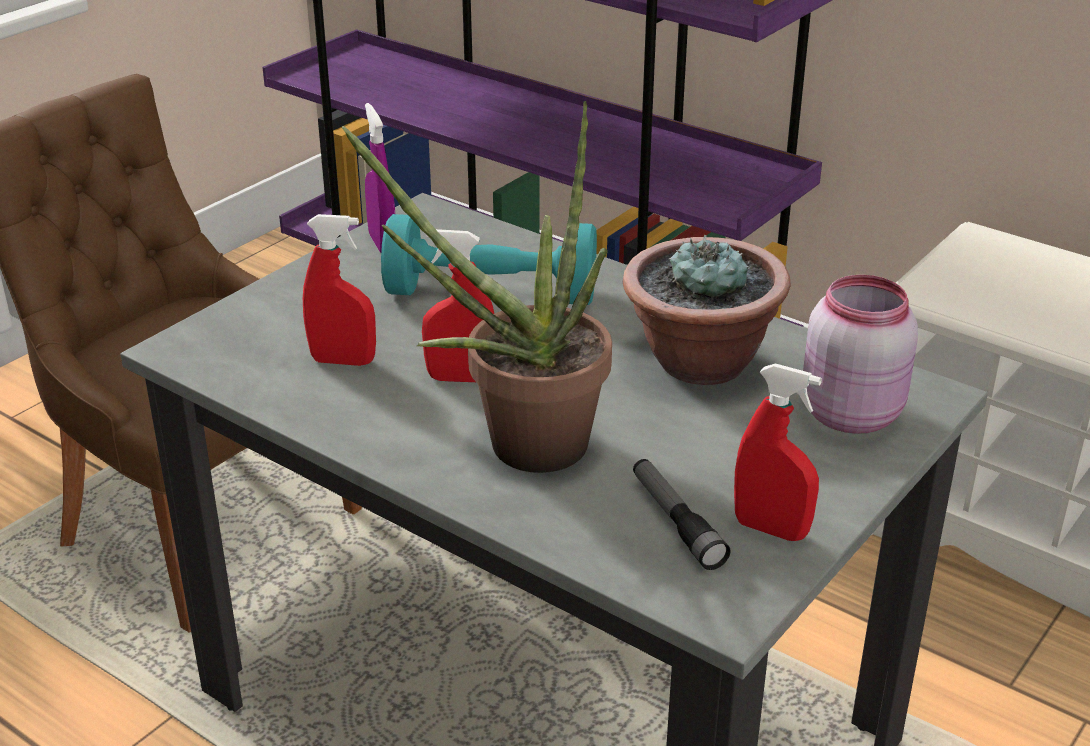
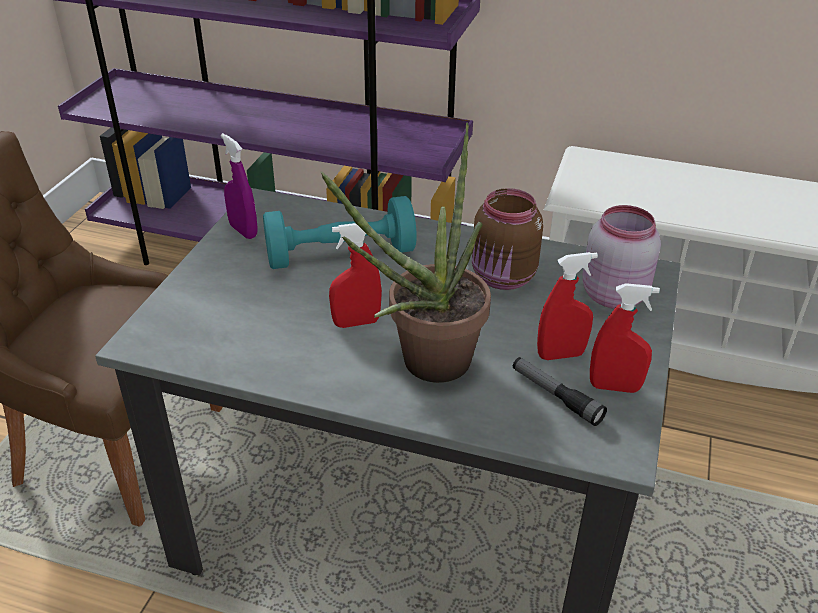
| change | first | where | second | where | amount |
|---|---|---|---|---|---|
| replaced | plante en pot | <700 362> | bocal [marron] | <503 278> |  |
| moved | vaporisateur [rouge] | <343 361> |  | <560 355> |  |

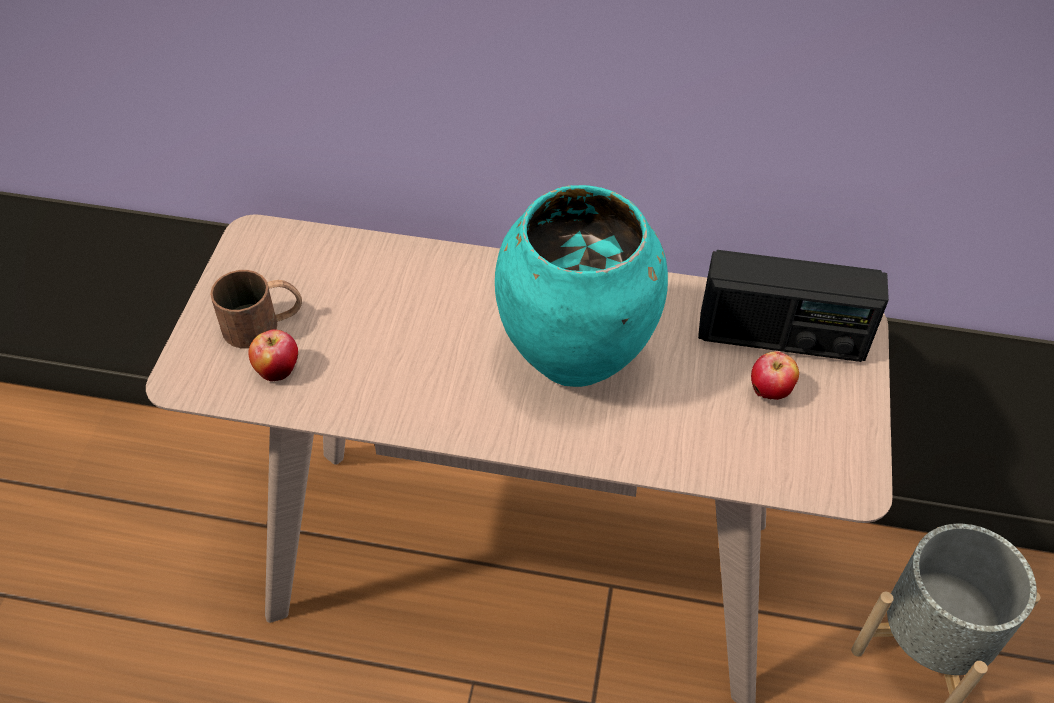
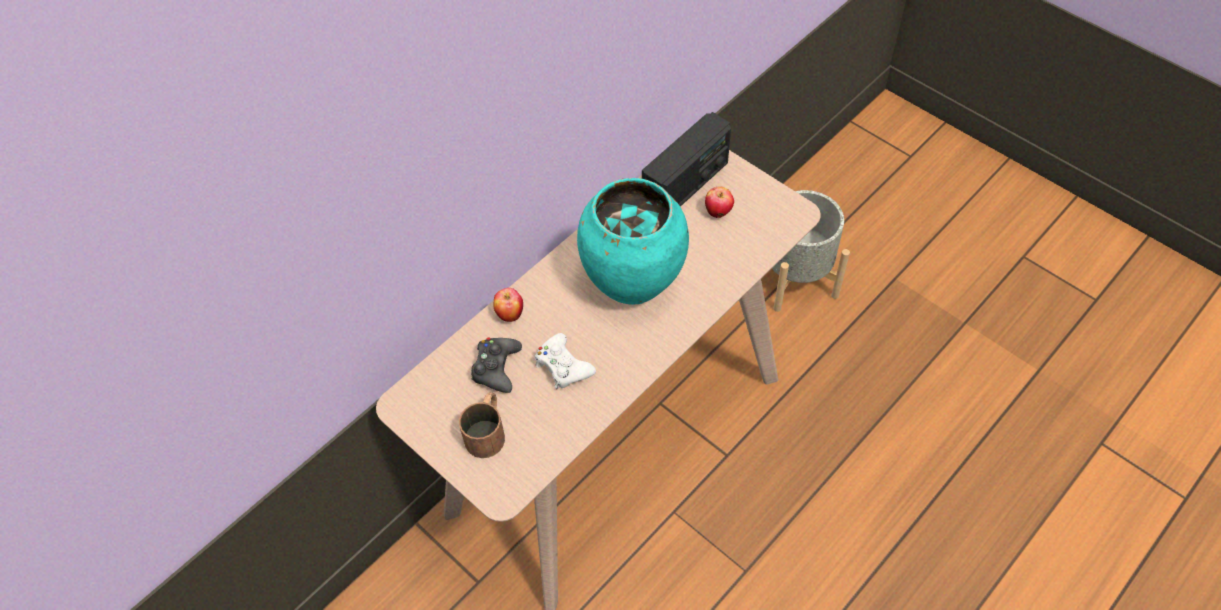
| change | first | where | second | where | amount |
|---|---|---|---|---|---|
| added |  |  | manette [noir] | <496 368> |  |
| moved | pomme | <278 370> |  | <509 314> |  |
| added |  |  | manette [blanc] | <563 366> |  |

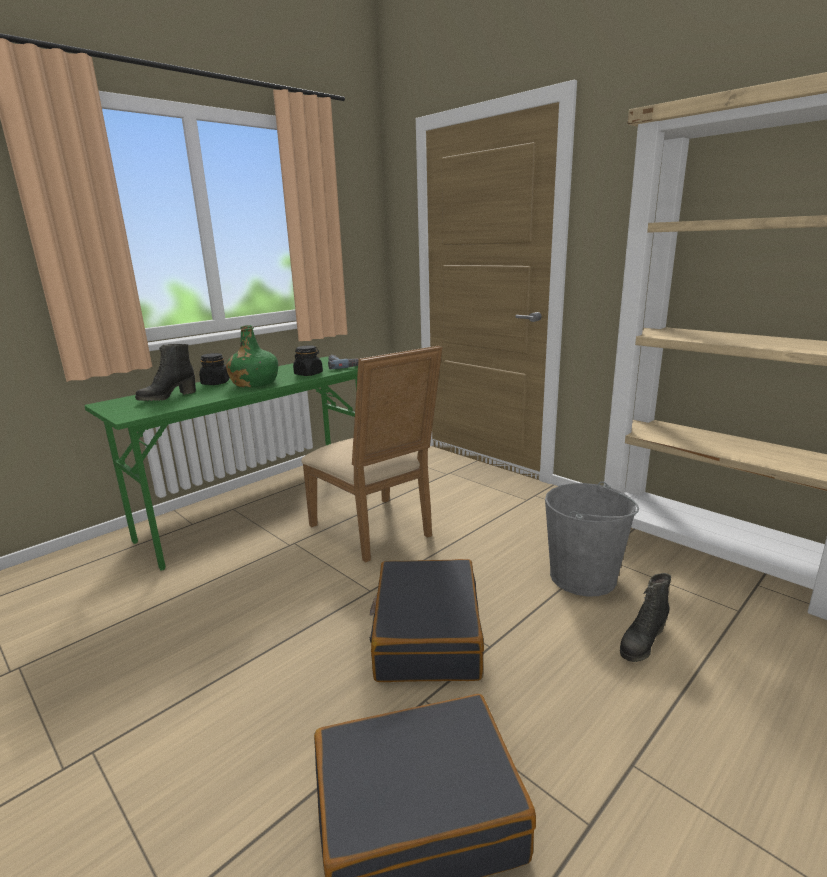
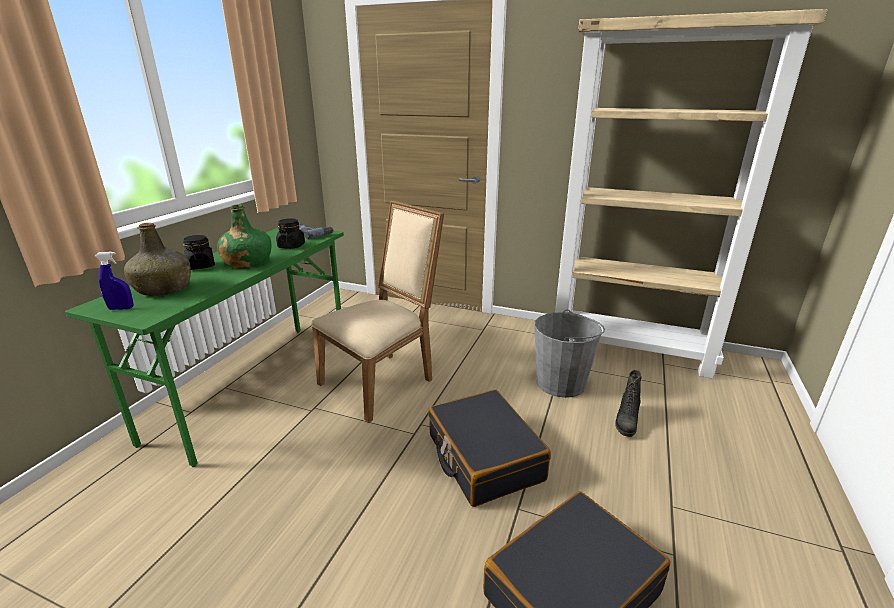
| change | first | where | second | where | amount |
|---|---|---|---|---|---|
| added |  |  | vaporisateur [bleu] | <121 308> |  |
| replaced | botte [noir] | <167 397> | bouteille [vert] | <164 289> |  |
| turned | chaise [beige] | <376 532> |  | <383 381> | 75 degrees counterclockwise |

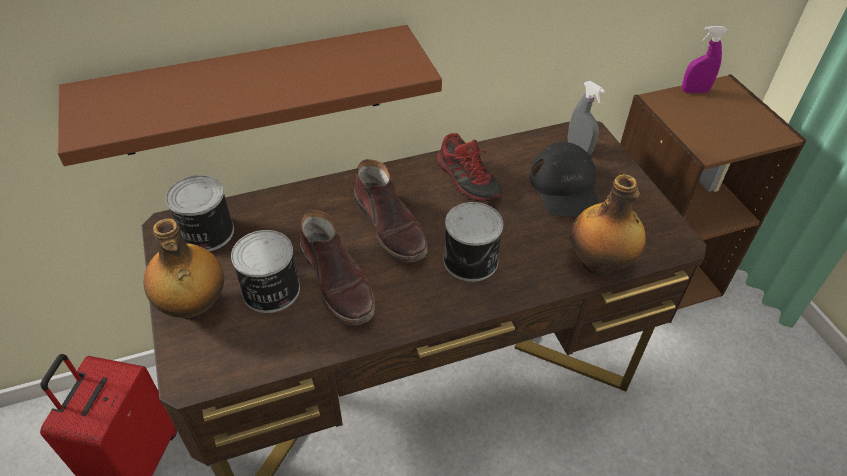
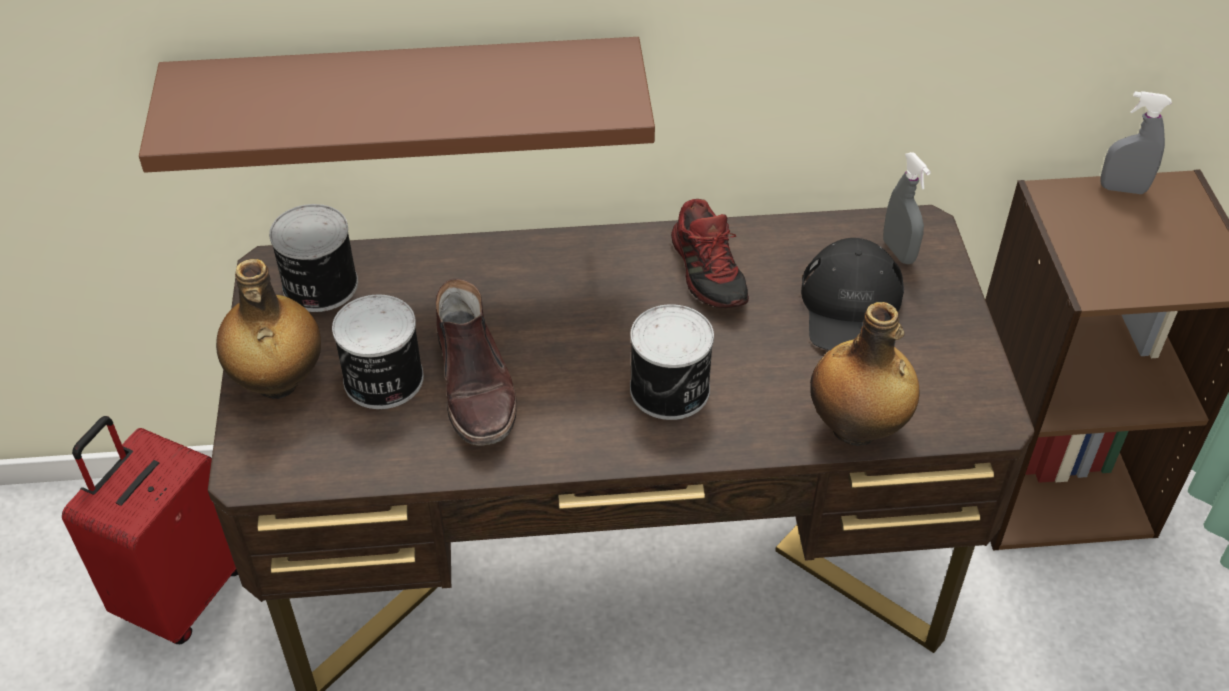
| change | first | where | second | where | amount |
|---|---|---|---|---|---|
| recoloured | vaporisateur [violet] | <694 91> | vaporisateur [gris] | <1122 189> |  |
| removed | botte [marron] | <391 227> |  |  |  |

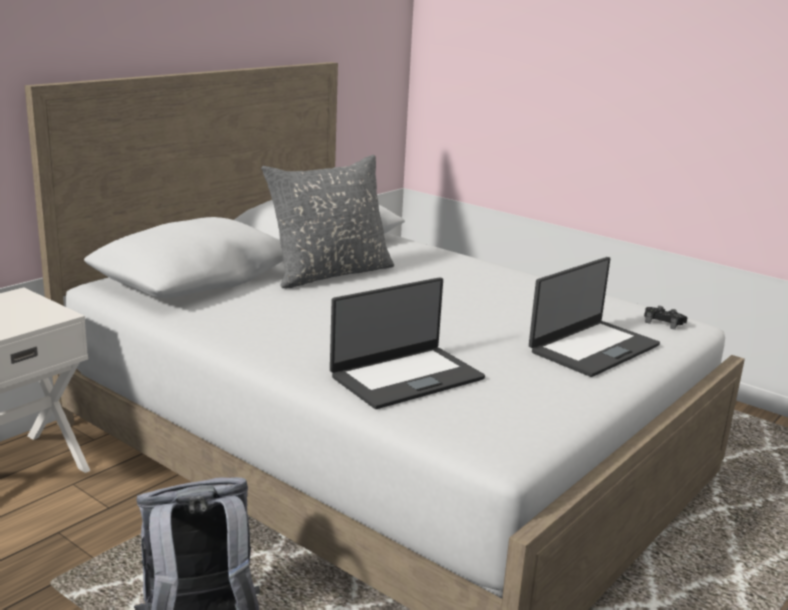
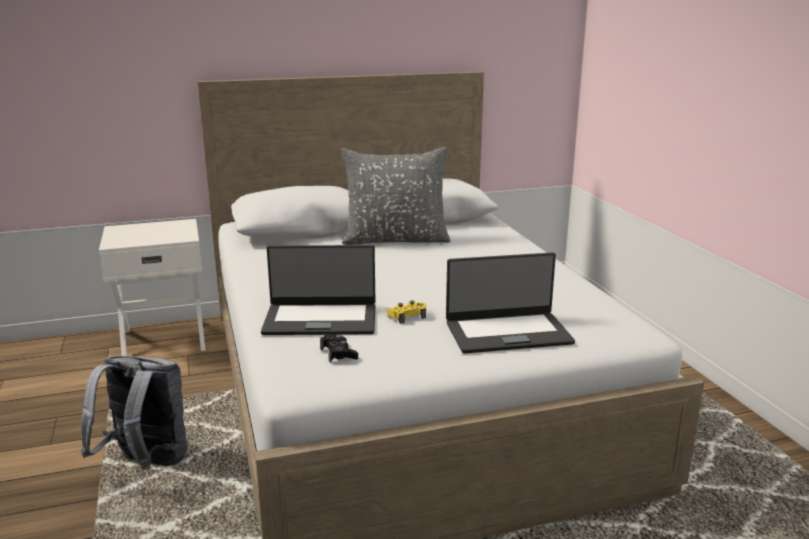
| change | first | where | second | where | amount |
|---|---|---|---|---|---|
| moved | manette [noir] | <664 322> |  | <338 353> |  |
| added |  |  | manette [jaune] | <407 316> |  |

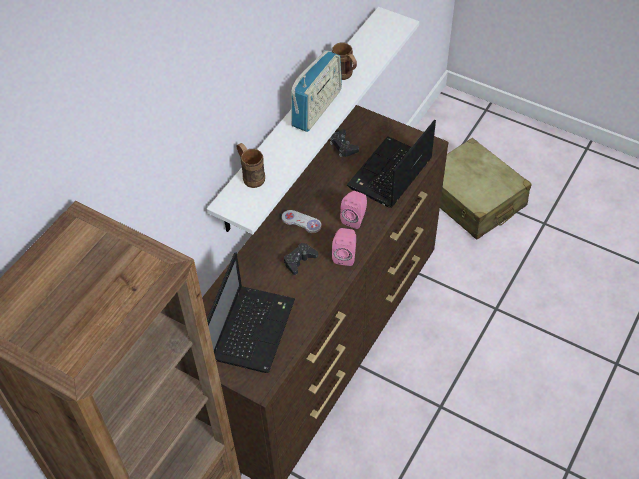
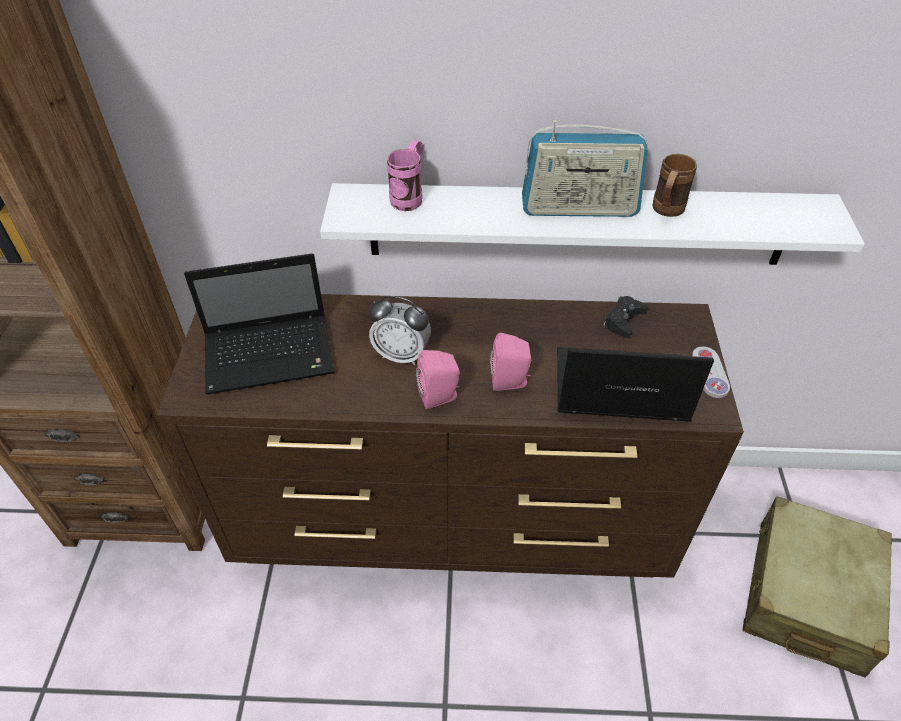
| change | first | where | second | where | amount |
|---|---|---|---|---|---|
| replaced | manette [noir] | <299 260> | réveil | <401 354> |  |
| recoloured | mug [marron] | <251 176> | mug [rose] | <410 197> |  |
| moved | manette [blanc] | <301 222> |  | <709 373> |  |

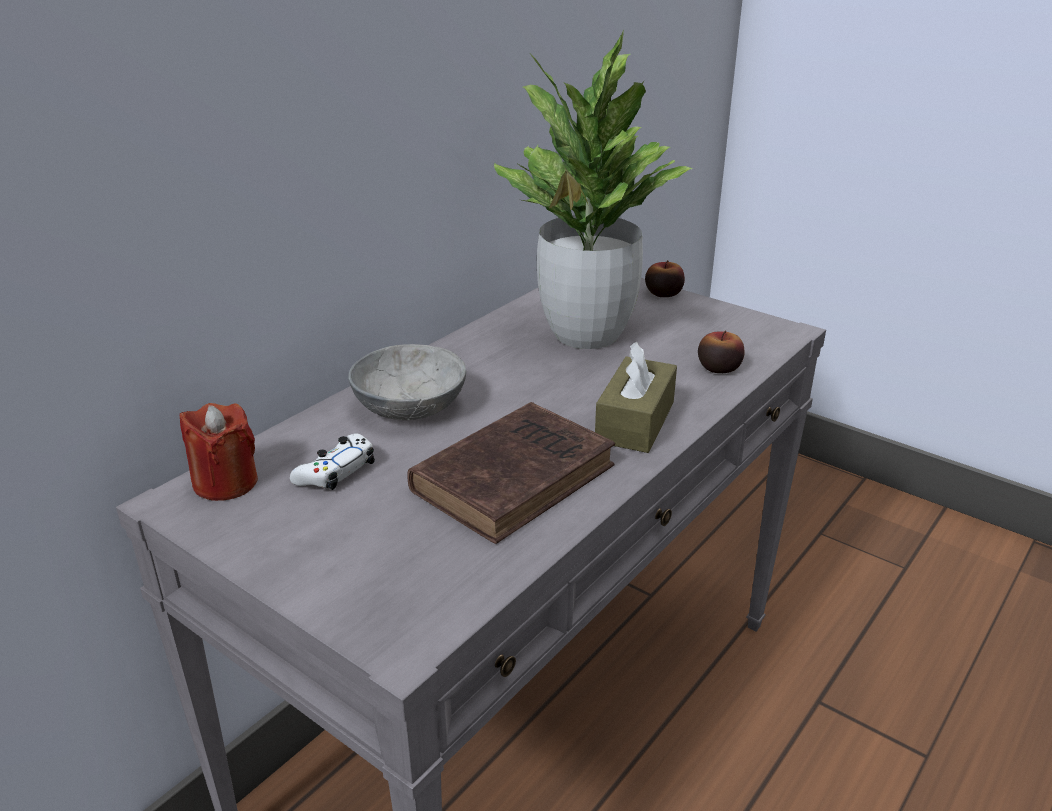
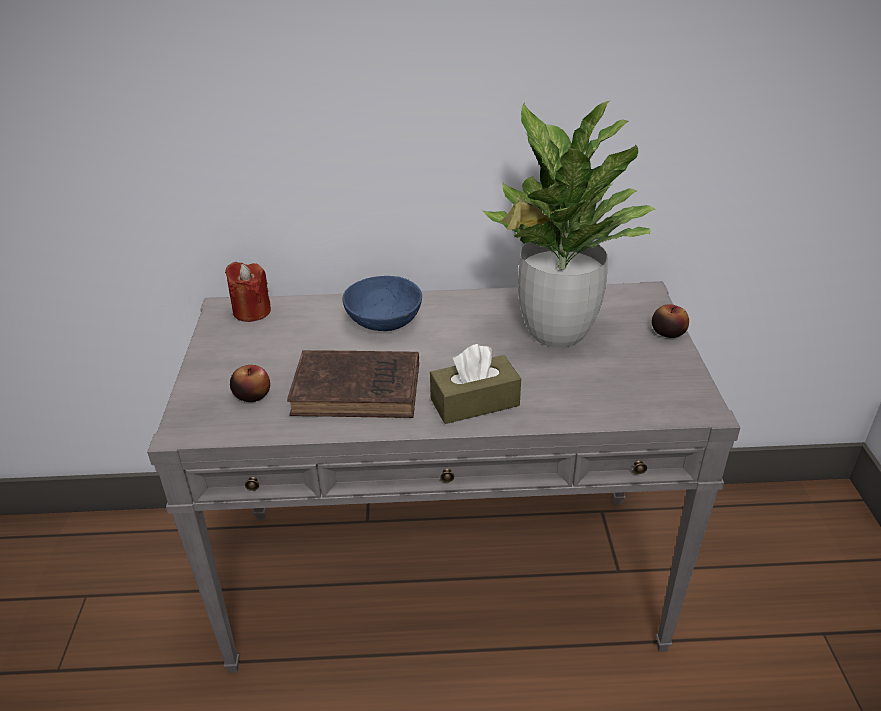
| change | first | where | second | where | amount |
|---|---|---|---|---|---|
| moved | pomme | <718 368> |  | <252 395> |  |
| recoloured | bol [gris] | <408 406> | bol [bleu] | <384 320> |  |
| removed | manette [blanc] | <336 471> |  |  |  |

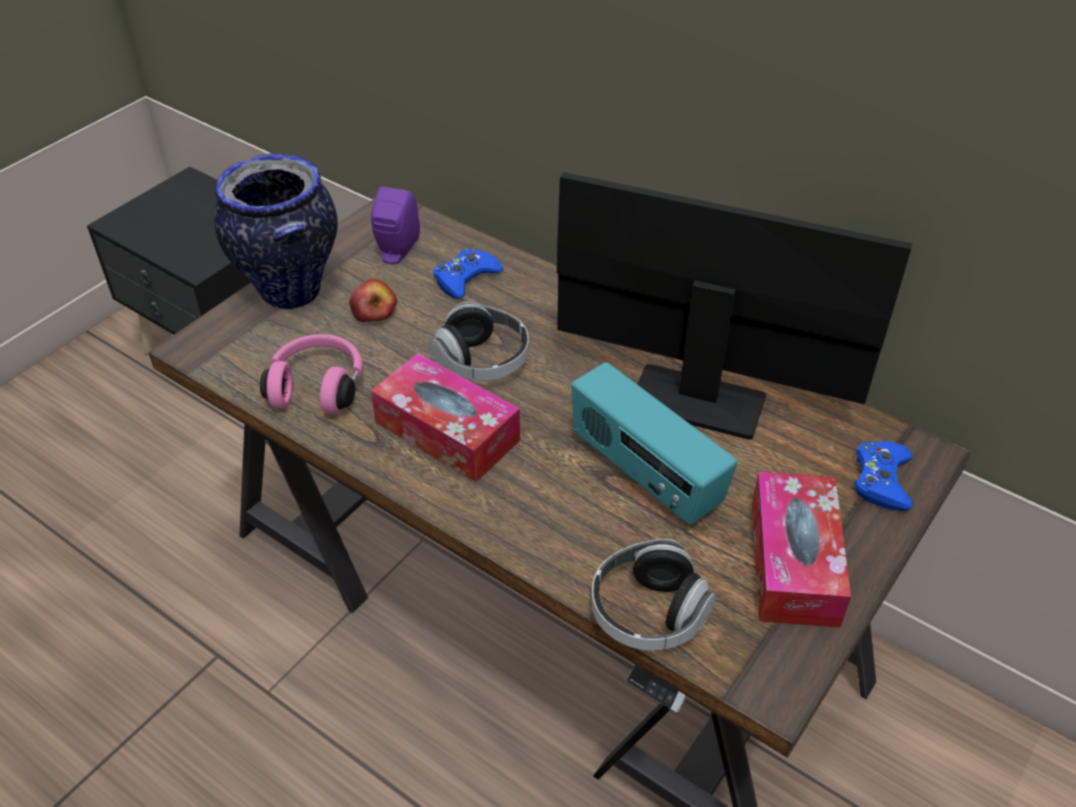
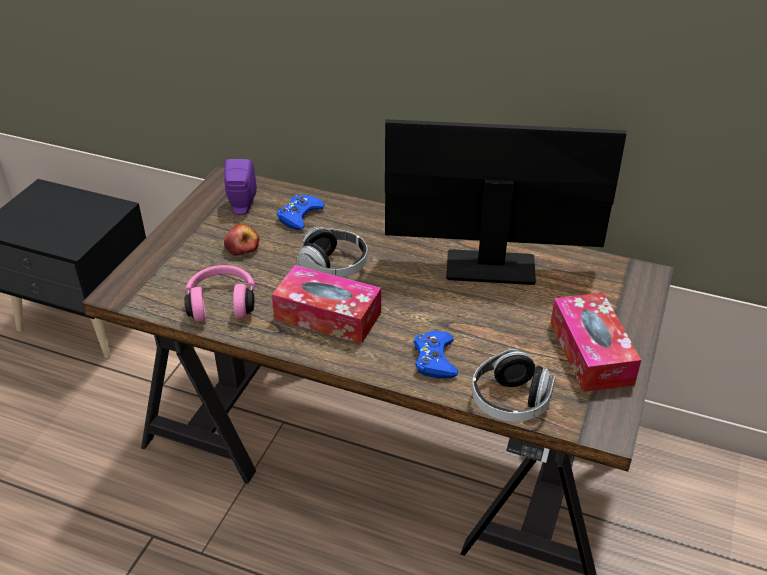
| change | first | where | second | where | amount |
|---|---|---|---|---|---|
| moved | manette [bleu] | <881 480> |  | <434 359> |  |
| removed | vase | <290 291> |  |  |  |
| removed | radio | <644 474> |  |  |  |

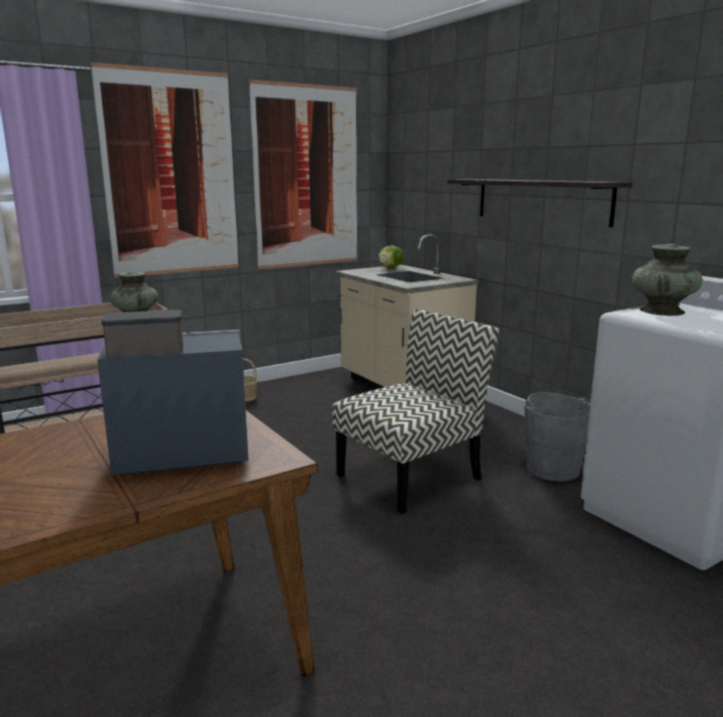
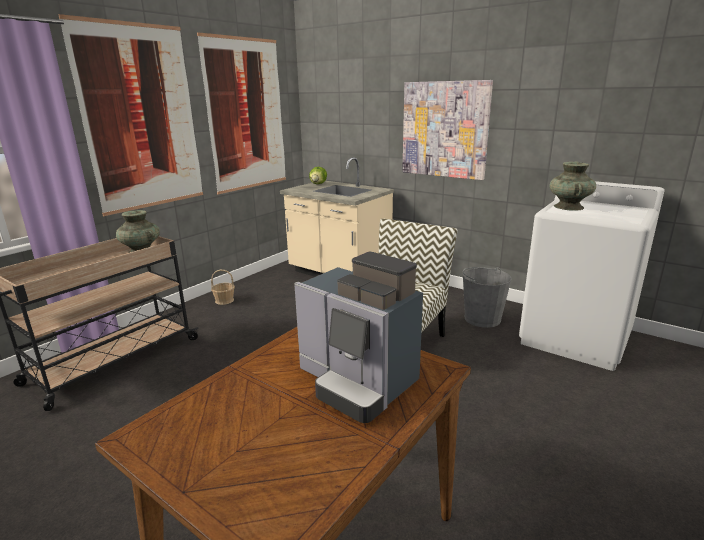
| change | first | where | second | where | amount |
|---|---|---|---|---|---|
| turned | machine à café | <176 453> |  | <357 382> | 105 degrees counterclockwise |
| replaced | étagère | <541 200> | tableau | <445 129> |  |

